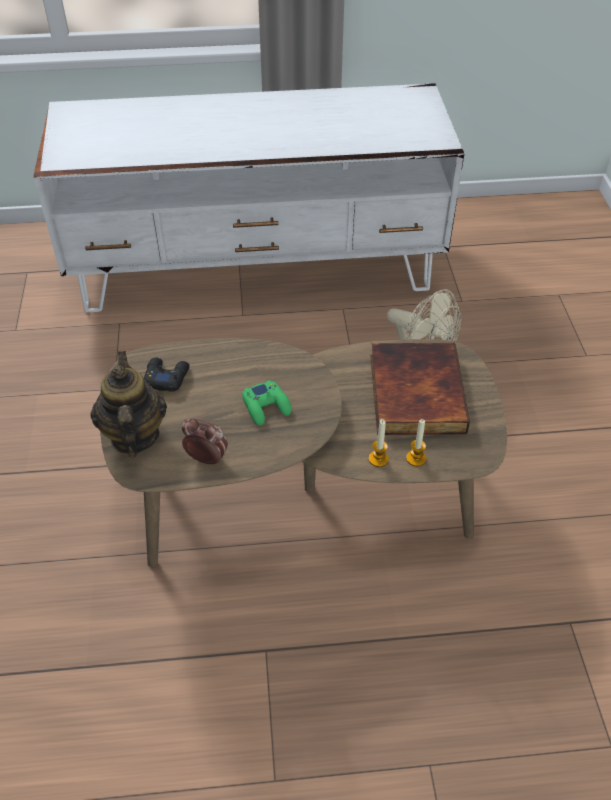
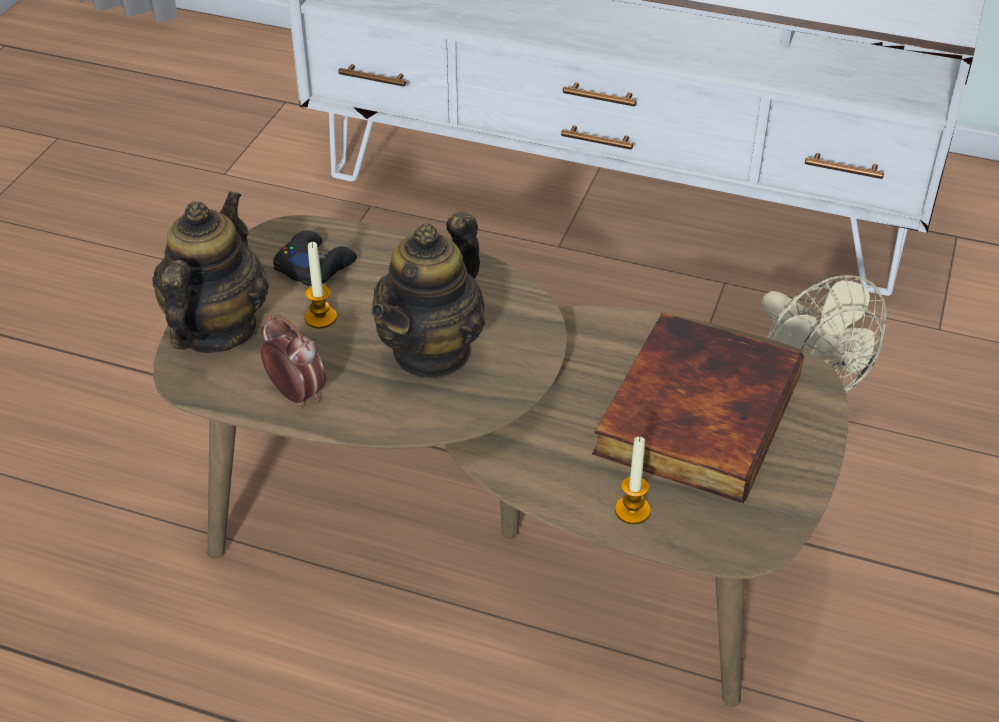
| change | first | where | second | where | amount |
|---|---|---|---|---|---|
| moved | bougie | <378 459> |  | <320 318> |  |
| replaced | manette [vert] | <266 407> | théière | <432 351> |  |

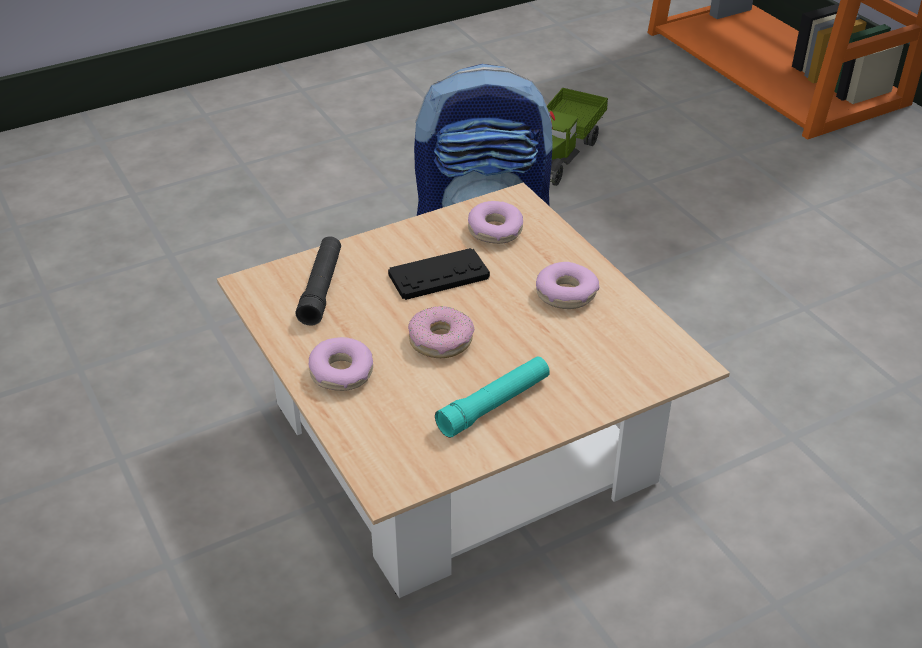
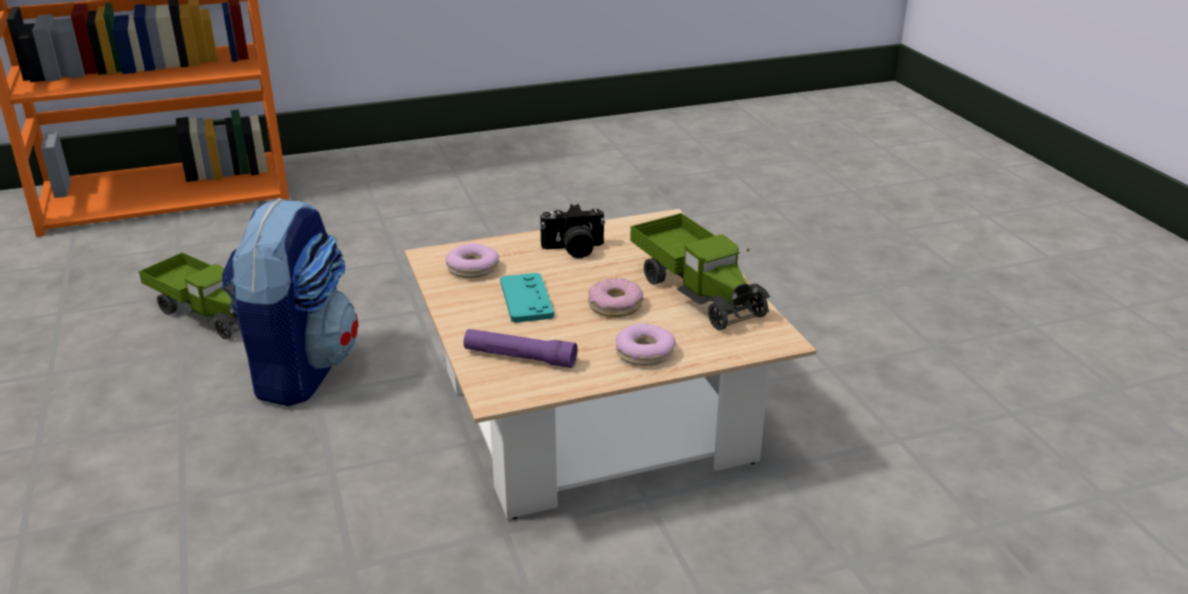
| change | first | where | second | where | amount |
|---|---|---|---|---|---|
| recoloured | lampe de poche [noir] | <321 288> | lampe de poche [violet] | <519 357> |  |
| recoloured | manette [noir] | <438 276> | manette [turquoise] | <526 299> |  |
| replaced | beignet | <566 294> | appareil photo | <573 250> |  |
| replaced | lampe de poche [turquoise] | <494 405> | camion jouet | <697 291> |  |

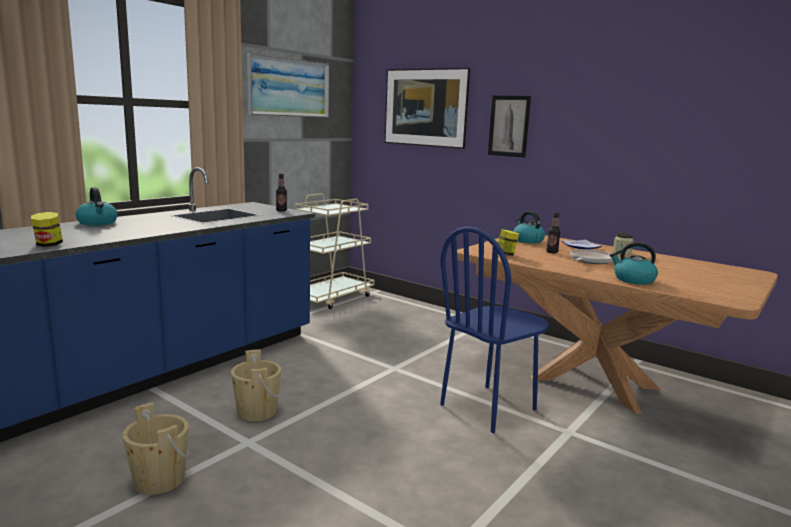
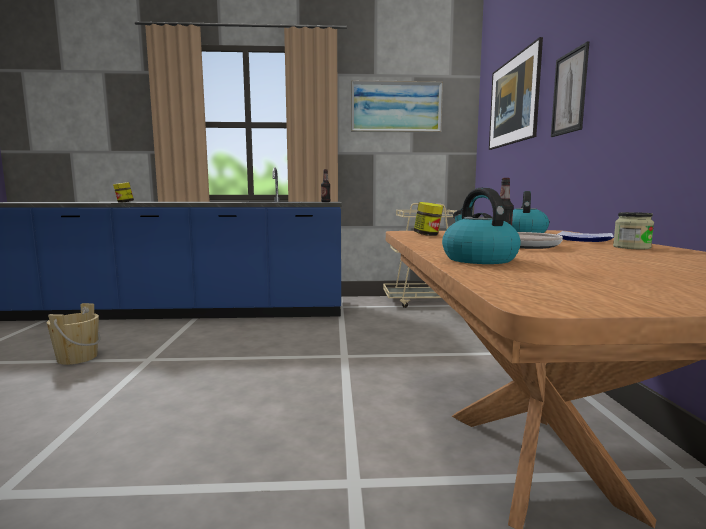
| change | first | where | second | where | amount |
|---|---|---|---|---|---|
| removed | bouilloire | <98 223> |  |  |  |
| removed | seau [beige] | <257 412> |  |  |  |
| removed | chaise [bleu] | <488 407> |  |  |  |

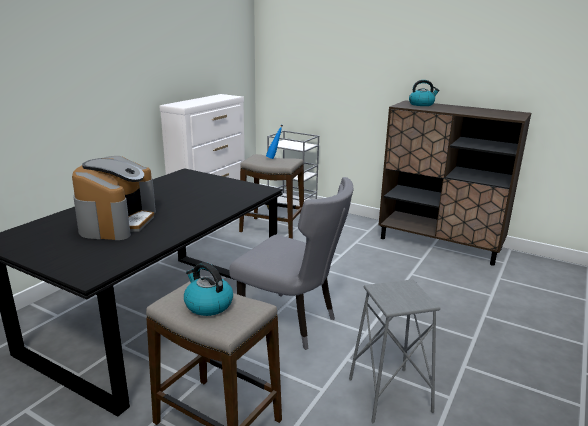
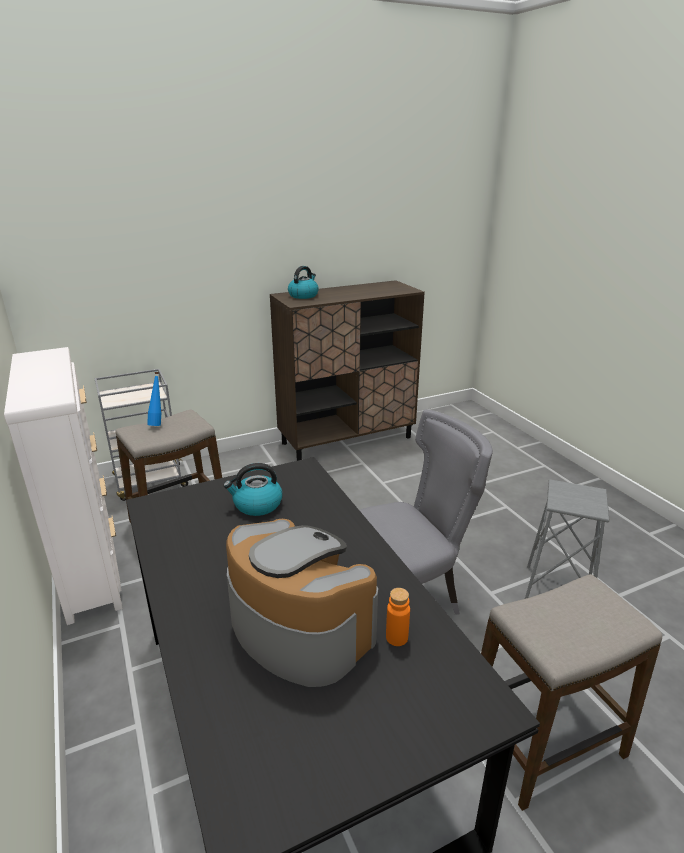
| change | first | where | second | where | amount |
|---|---|---|---|---|---|
| moved | bouilloire | <208 305> |  | <257 505> |  |
| added |  |  | bouteille [orange] | <396 637> |  |

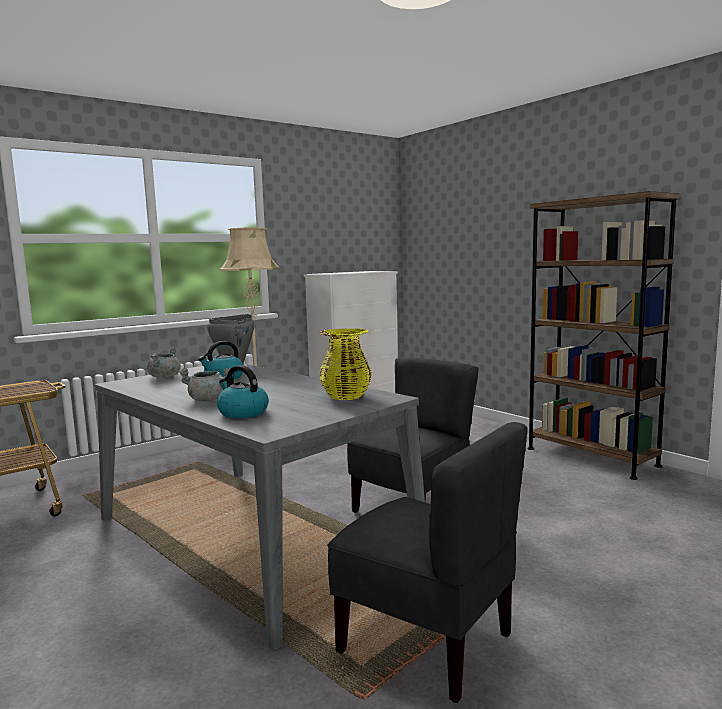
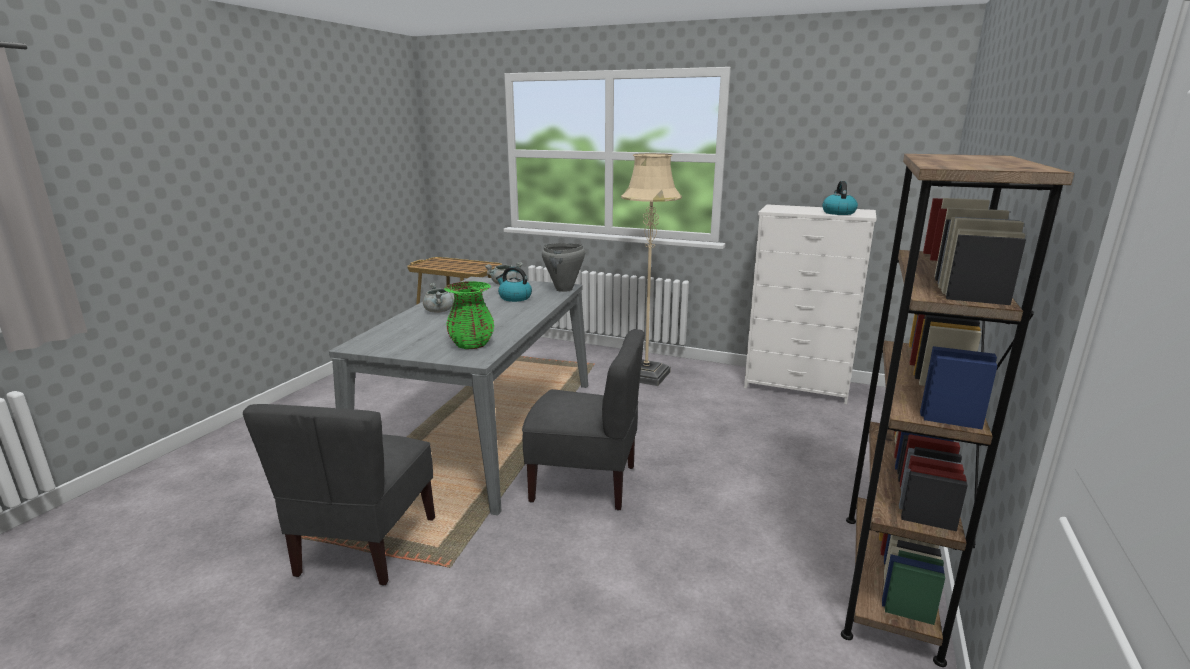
| change | first | where | second | where | amount |
|---|---|---|---|---|---|
| recoloured | vase [jaune] | <346 397> | vase [vert] | <472 344> |  |
| moved | bouilloire | <242 413> |  | <838 213> |  |

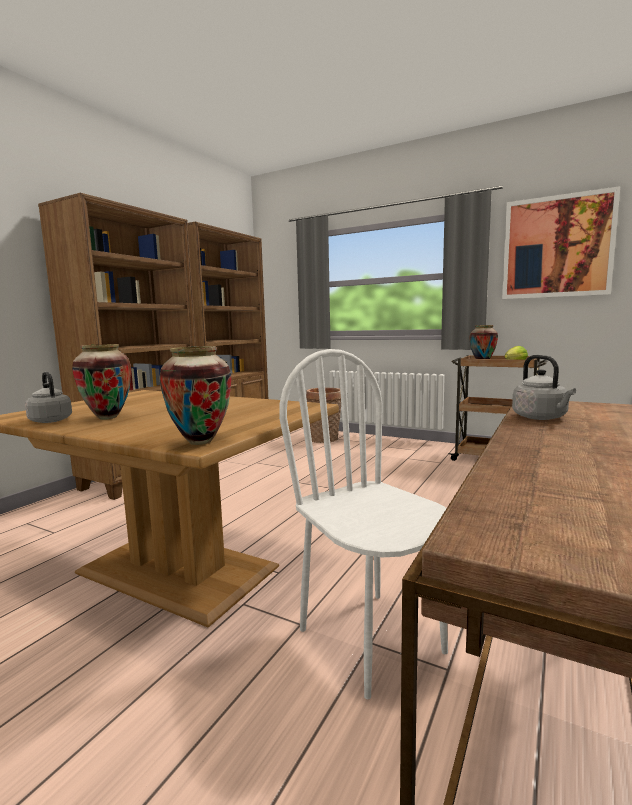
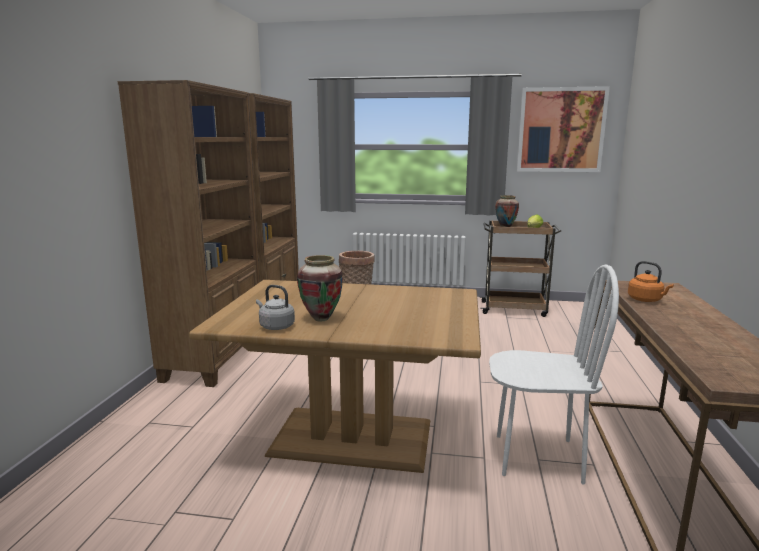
| change | first | where | second | where | amount |
|---|---|---|---|---|---|
| turned | chaise [blanc] | <372 639> |  | <537 457> | 150 degrees clockwise |
| recoloured | bouilloire [gris] | <541 418> | bouilloire [orange] | <646 300> |  |
| removed | vase | <200 442> |  |  |  |

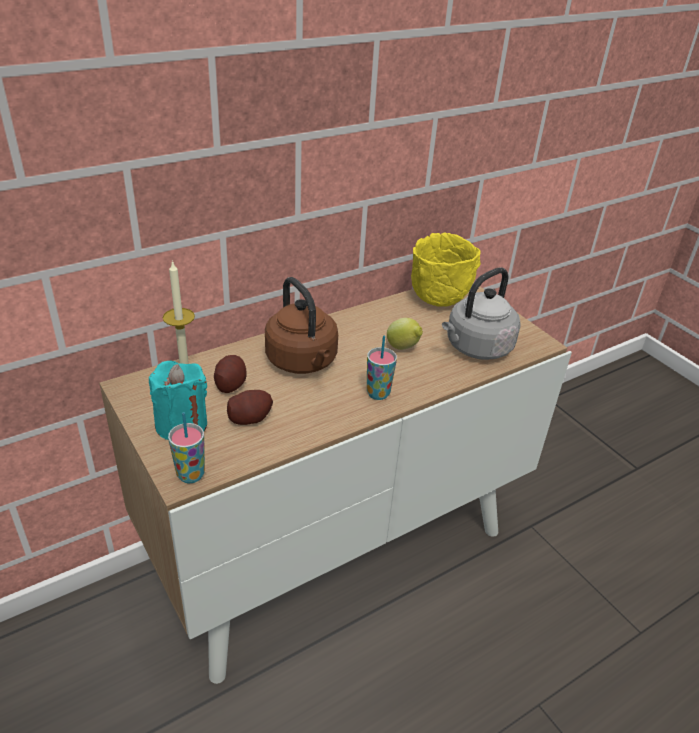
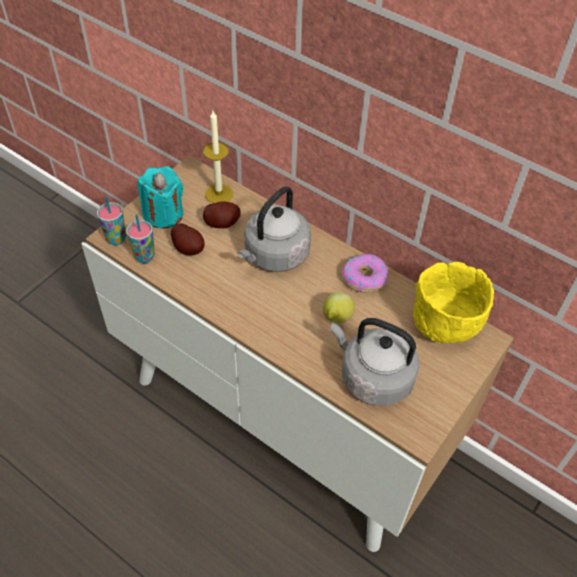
| change | first | where | second | where | amount |
|---|---|---|---|---|---|
| moved | tasse | <378 394> |  | <144 257> |  |
| recoloured | bouilloire [marron] | <303 362> | bouilloire [gris] | <274 256> |  |
| added |  |  | beignet | <364 277> |  |

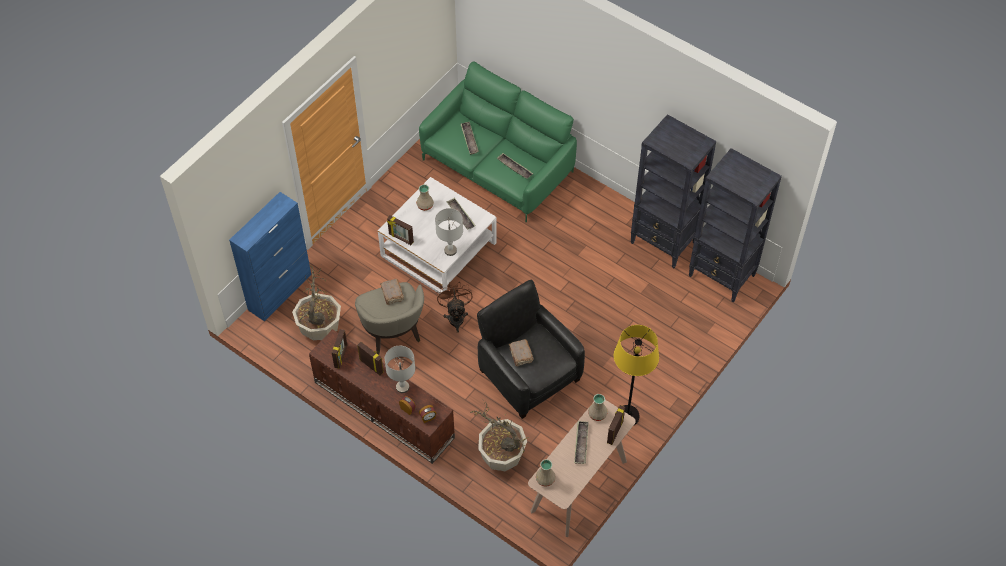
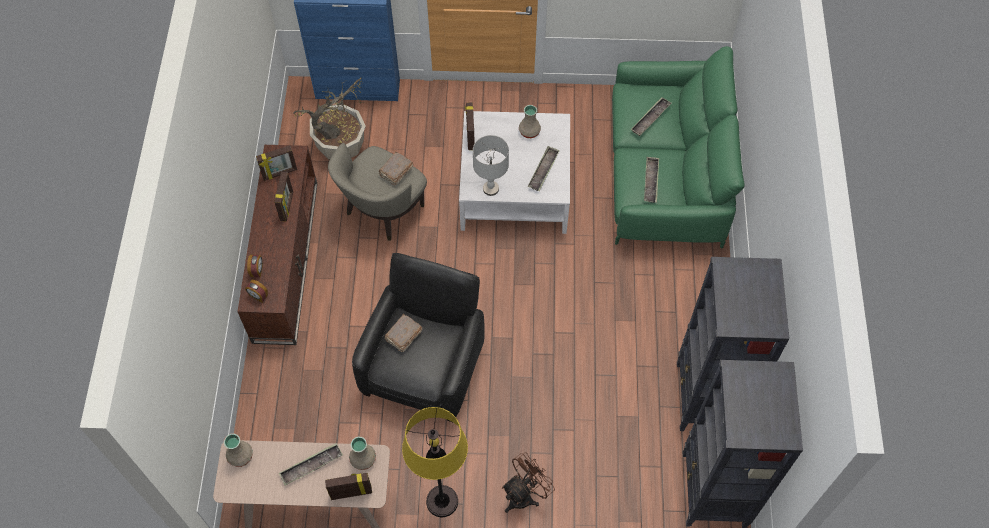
| change | first | where | second | where | amount |
|---|---|---|---|---|---|
| moved | ventilateur [marron] | <456 317> |  | <524 495> |  |
| removed | lampe de table [gris] | <403 387> |  |  |  |
| removed | plante en pot | <501 456> |  |  |  |

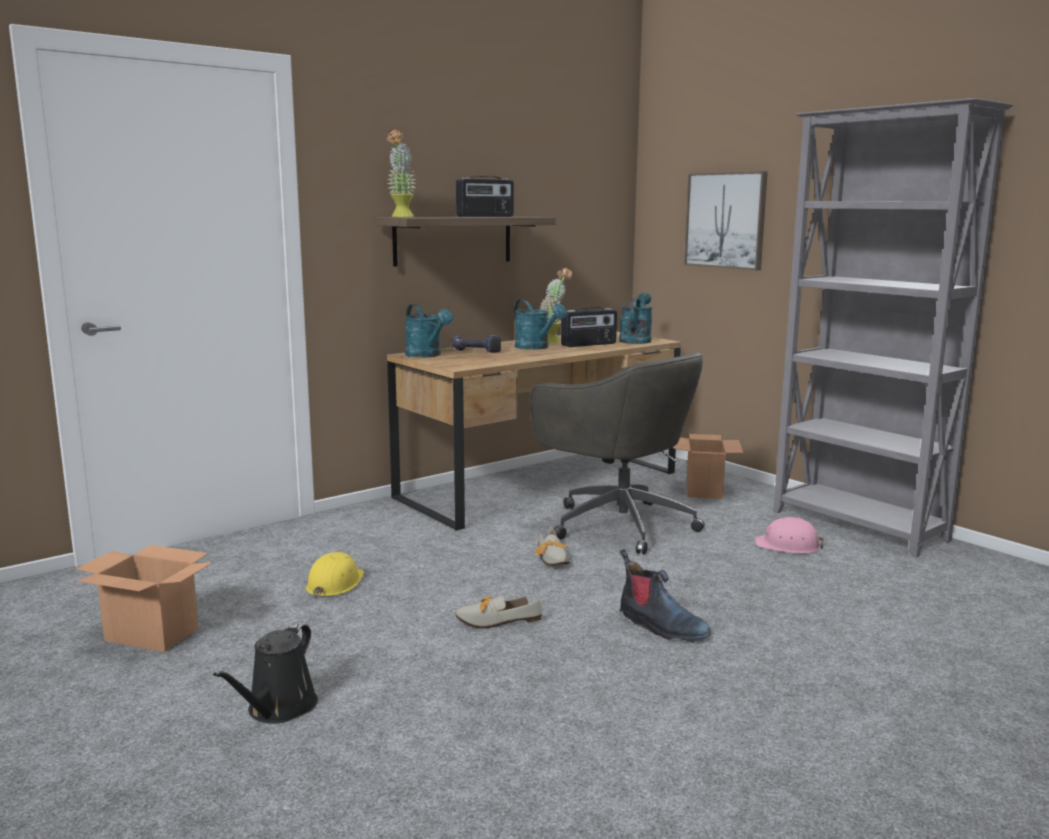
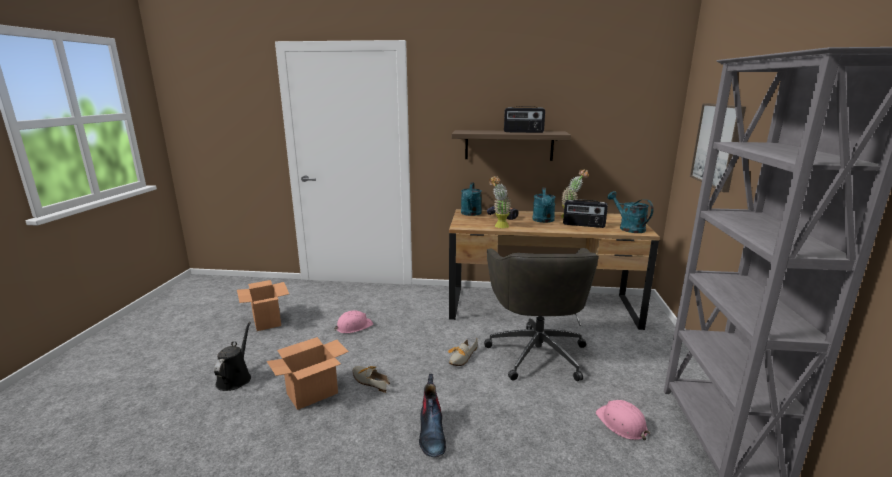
| change | first | where | second | where | amount |
|---|---|---|---|---|---|
| turned | arrosoir [noir] | <278 709> |  | <235 378> | 120 degrees clockwise |
| moved | carton | <703 490> |  | <313 393> |  |
| recoloured | casque de chantier [jaune] | <335 584> | casque de chantier [rose] | <353 326> |  |
| moved | plante en pot | <401 217> |  | <499 227> |  |
| turned | arrosoir [turquoise] | <636 340> |  | <628 228> | 90 degrees counterclockwise |

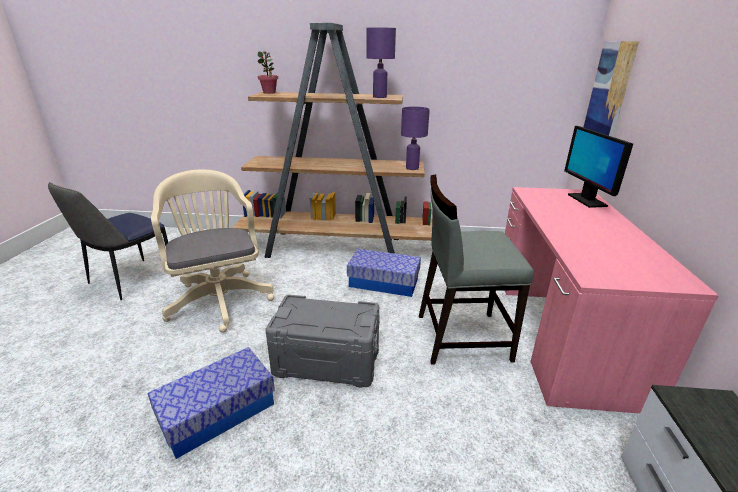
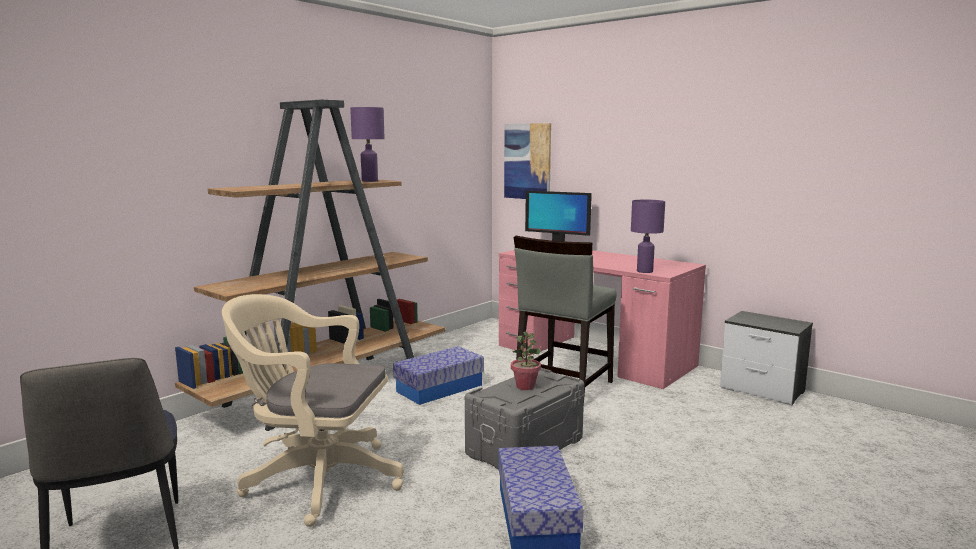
| change | first | where | second | where | amount |
|---|---|---|---|---|---|
| moved | plante en pot | <269 92> |  | <525 386> |  |
| moved | lampe de table [violet] | <412 168> |  | <644 271> |  |

